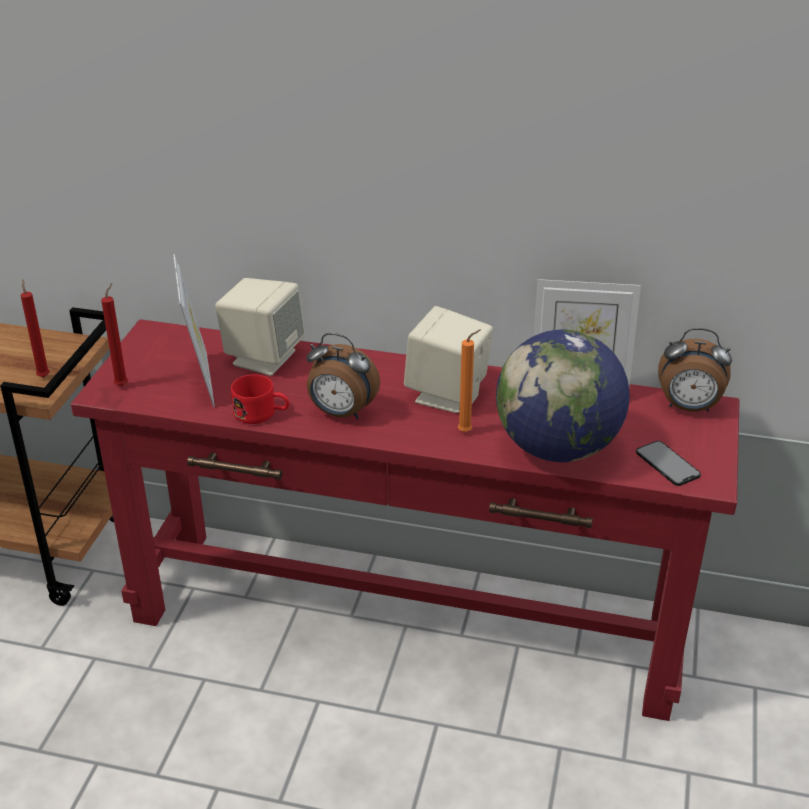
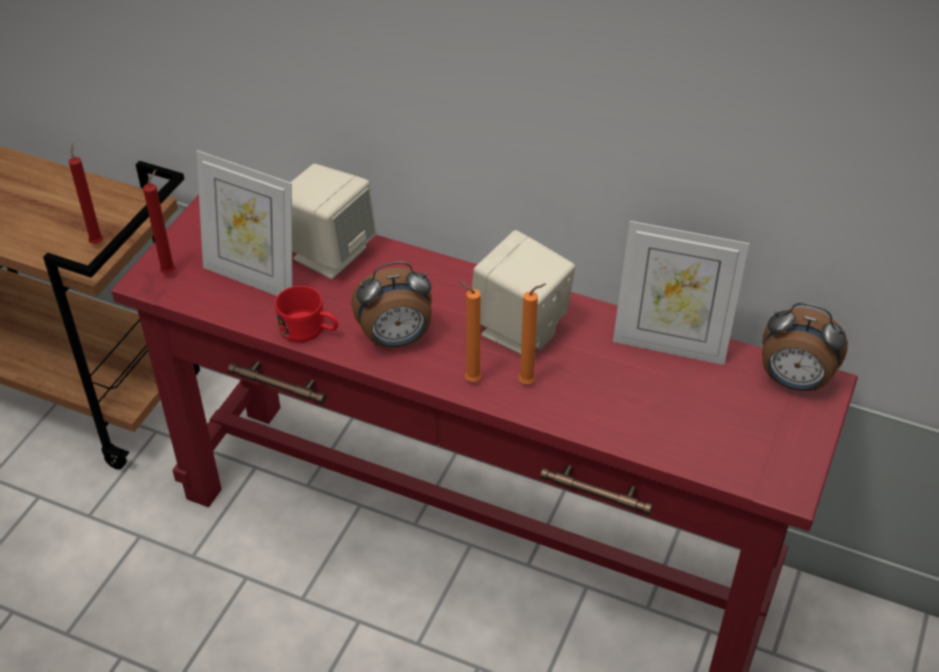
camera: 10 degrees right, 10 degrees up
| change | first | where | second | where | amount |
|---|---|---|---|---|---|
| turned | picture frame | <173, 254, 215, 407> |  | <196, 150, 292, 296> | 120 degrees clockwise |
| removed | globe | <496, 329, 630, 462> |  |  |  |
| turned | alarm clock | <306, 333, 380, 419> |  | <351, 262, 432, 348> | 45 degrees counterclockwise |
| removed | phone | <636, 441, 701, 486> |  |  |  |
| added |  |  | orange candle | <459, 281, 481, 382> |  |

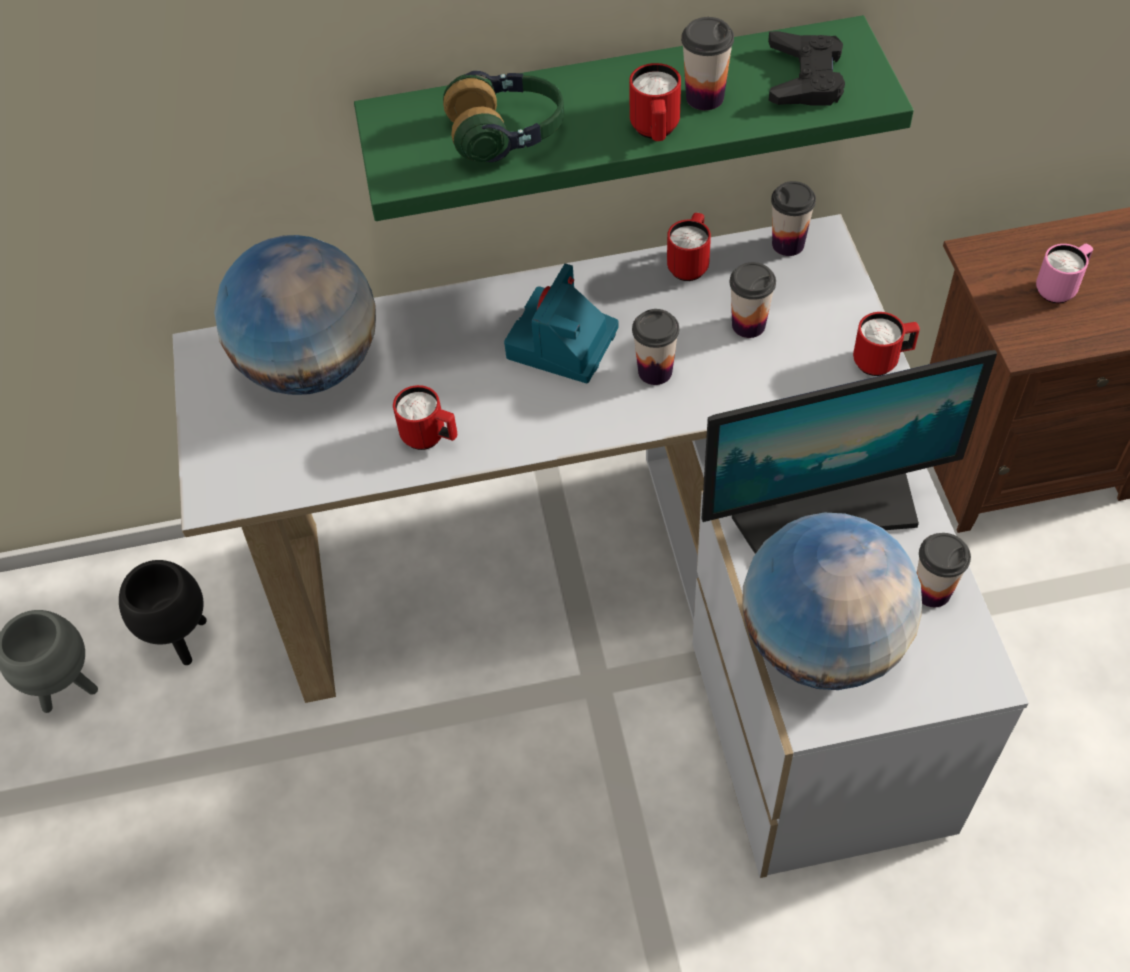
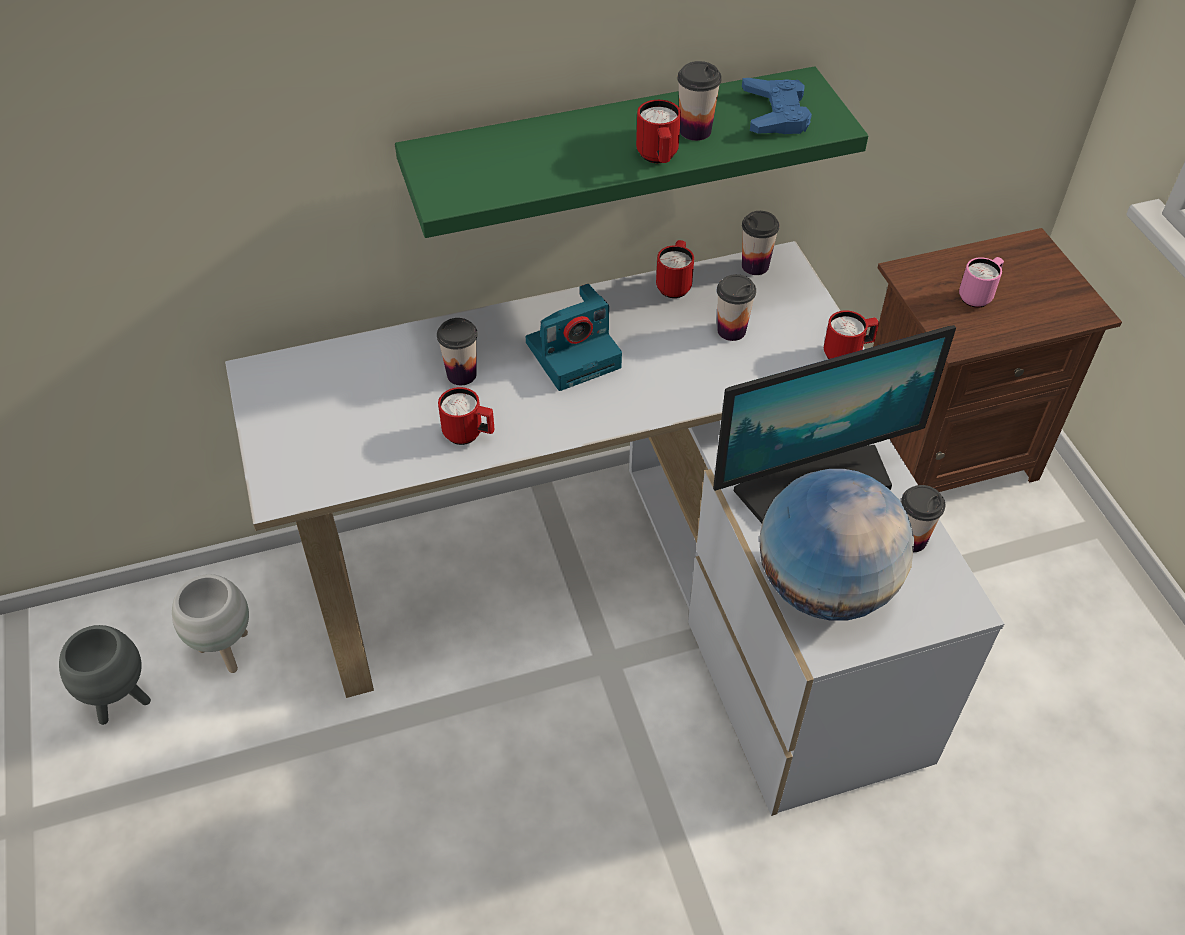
camera: 10 degrees left, 5 degrees down
| change | first | where | second | where | amount |
|---|---|---|---|---|---|
| recoloured | black game controller | <768, 31, 845, 106> | blue game controller | <742, 78, 812, 134> |  |
| removed | headphones | <443, 71, 564, 162> |  |  |  |
| removed | globe | <214, 235, 376, 395> |  |  |  |
| turned | photo camera | <504, 264, 619, 383> |  | <526, 284, 622, 391> | 135 degrees counterclockwise |
| moved | cup | <632, 309, 679, 385> |  | <437, 318, 478, 385> |  |
| recoloured | black planter | <119, 560, 207, 665> | white planter | <172, 574, 249, 673> |  |

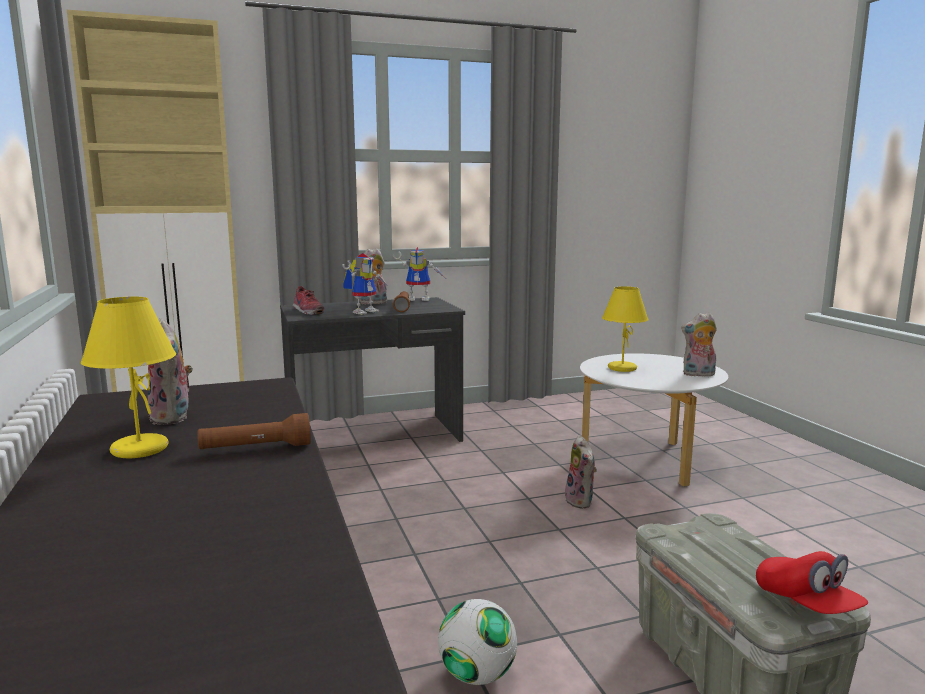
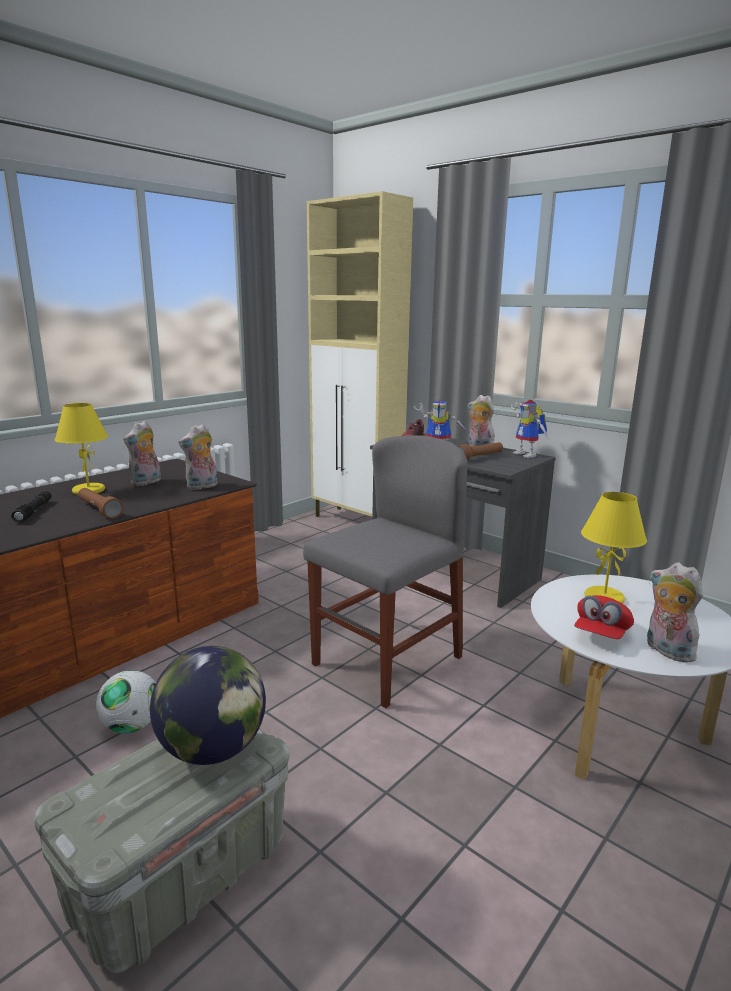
camera: 60 degrees right, 5 degrees up
| change | first | where | second | where | amount |
|---|---|---|---|---|---|
| moved | plush toy | <565, 435, 597, 509> |  | <179, 424, 217, 490> |  |
| moved | red cap | <756, 551, 868, 614> |  | <575, 595, 634, 639> |  |
| added |  |  | grey chair | <303, 435, 468, 708> |  |
| added |  |  | black flashlight | <11, 491, 52, 523> |  |
| added |  |  | globe | <150, 646, 266, 765> |  |

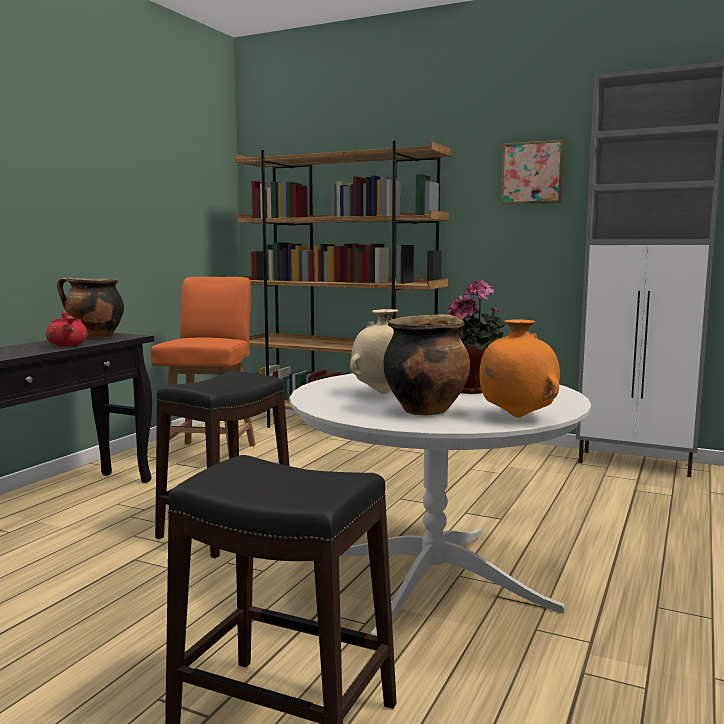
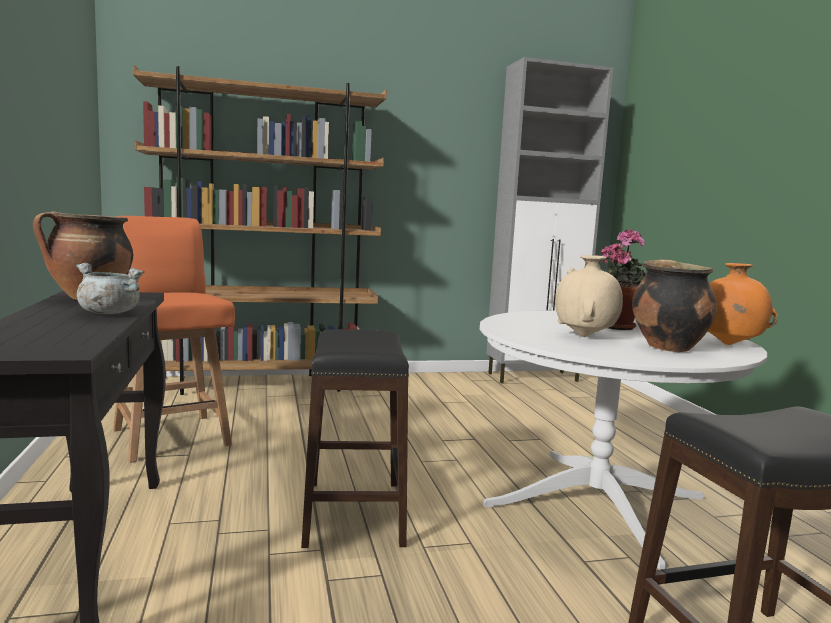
camera: 40 degrees left, 0 degrees up
| change | first | where | second | where | amount |
|---|---|---|---|---|---|
| removed | picture | <501, 140, 564, 204> |  |  |  |
| recoloured | red cooking pot | <46, 312, 87, 347> | grey cooking pot | <76, 263, 145, 314> |  |

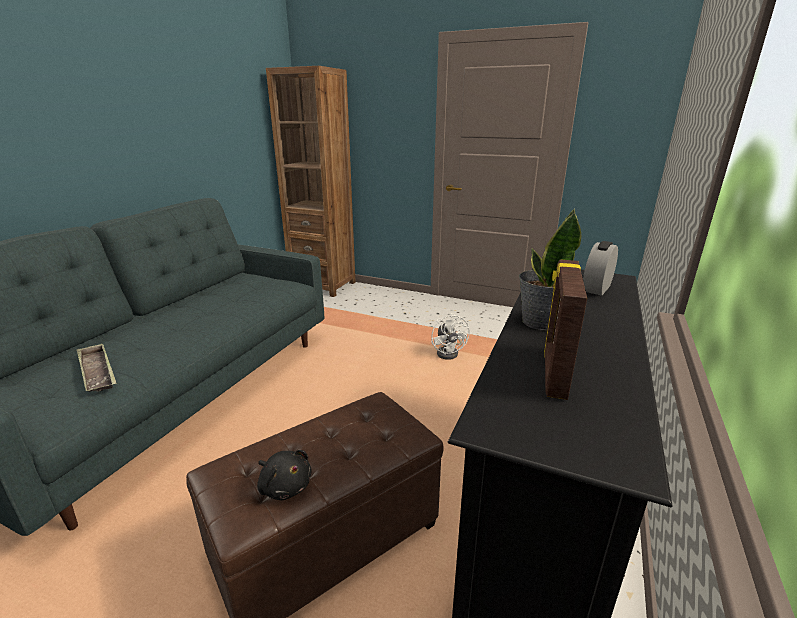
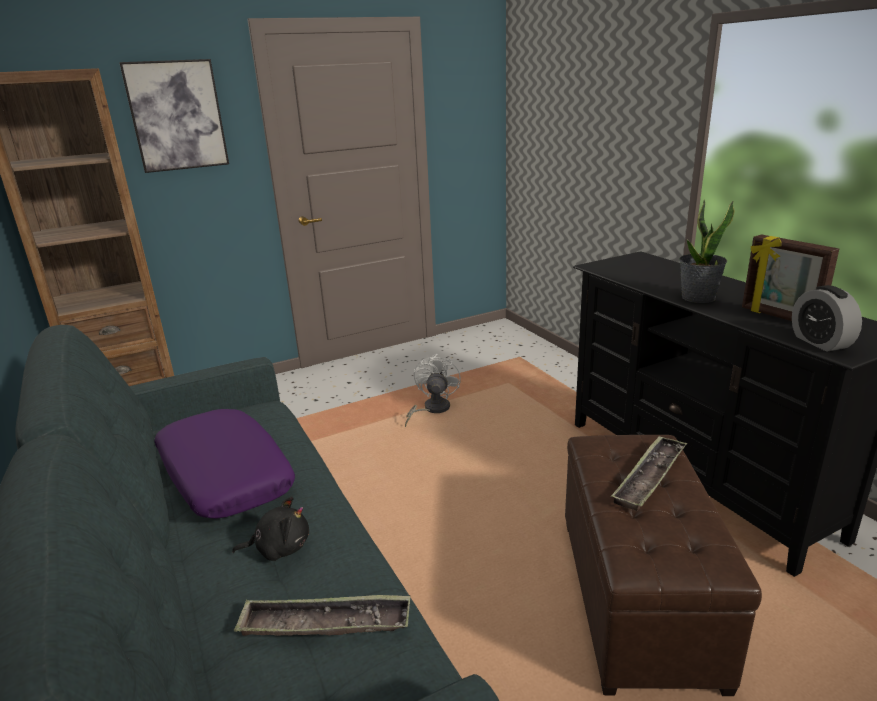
camera: 50 degrees left, 0 degrees up
| change | first | where | second | where | amount |
|---|---|---|---|---|---|
| moved | alarm clock | <583, 241, 618, 296> |  | <792, 285, 862, 352> |  |
| turned | white fan | <431, 313, 470, 360> |  | <405, 354, 461, 427> | 105 degrees counterclockwise |
| moved | black plush toy | <257, 450, 312, 500> |  | <232, 496, 309, 561> |  |
| added |  |  | picture | <119, 59, 229, 173> |  |
| added |  |  | purple pillow | <155, 409, 295, 519> |  |
| added |  |  | tray | <611, 436, 687, 511> |  |

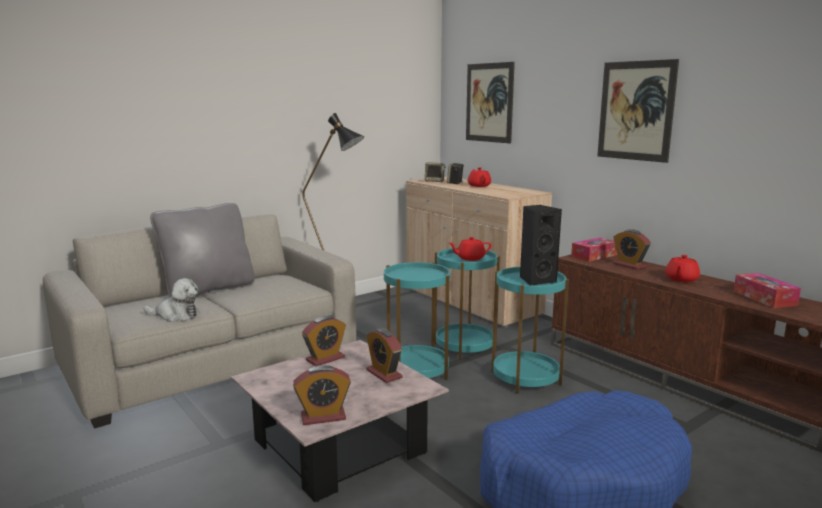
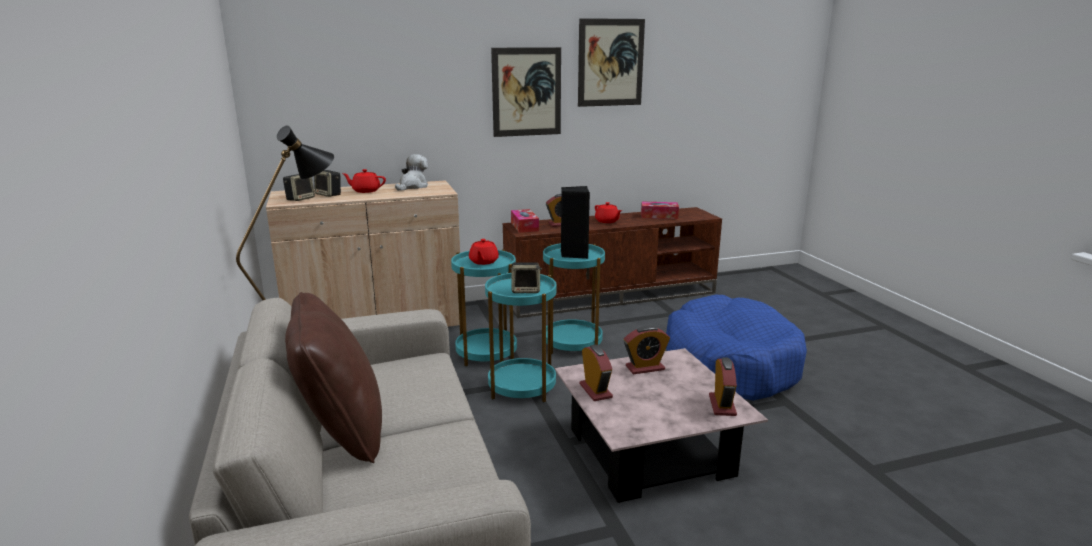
camera: 70 degrees left, 5 degrees up
| change | first | where | second | where | amount |
|---|---|---|---|---|---|
| moved | picture | <466, 62, 515, 143> |  | <578, 18, 645, 107> |  |
| recoloured | grey pillow | <150, 203, 255, 298> | brown pillow | <285, 292, 382, 463> |  |
| moved | plush toy | <143, 278, 200, 322> |  | <395, 154, 428, 191> |  |
| added |  |  | speaker | <510, 262, 542, 293> |  |

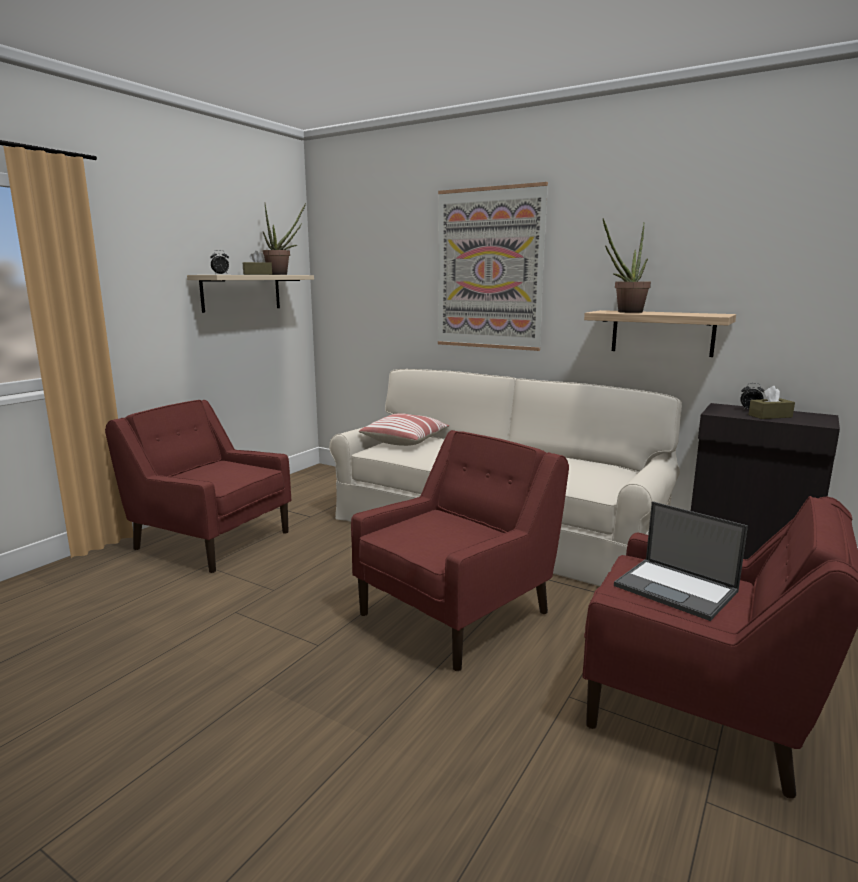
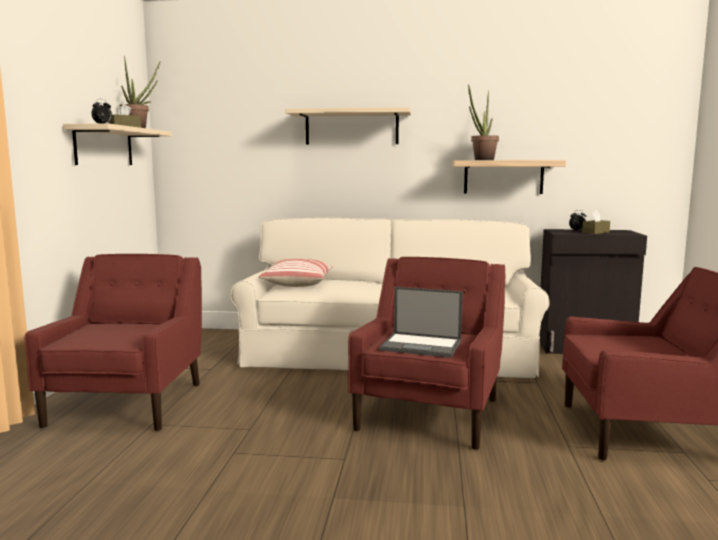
camera: 25 degrees left, 5 degrees down
| change | first | where | second | where | amount |
|---|---|---|---|---|---|
| replaced | picture | <438, 182, 548, 351> | beige shelf | <285, 107, 411, 145> |  |
| turned | red armchair | <105, 400, 292, 573> |  | <25, 254, 202, 431> | 90 degrees clockwise |
| moved | laptop | <614, 501, 748, 621> |  | <379, 287, 463, 358> |  |

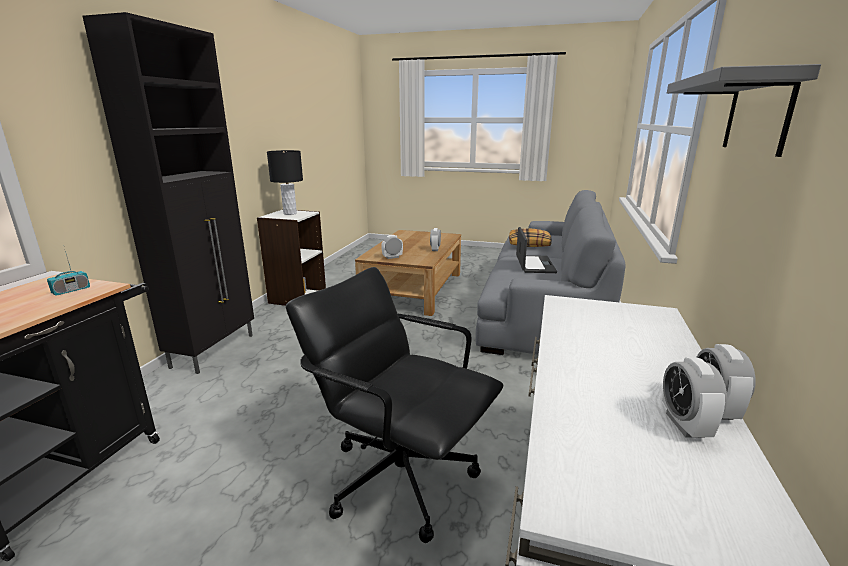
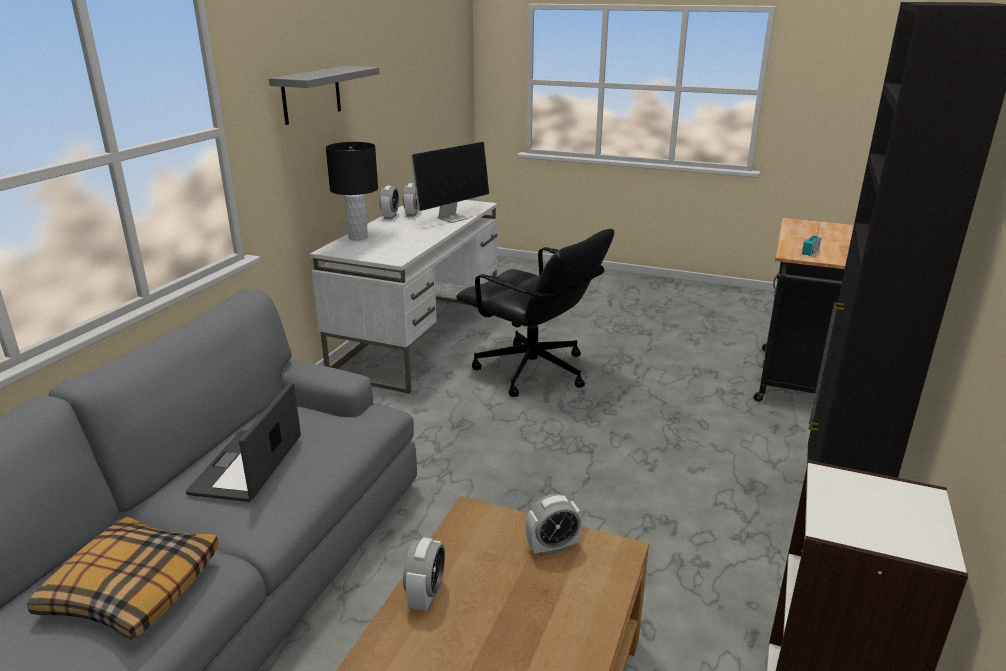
camera: 175 degrees left, 5 degrees up
| change | first | where | second | where | amount |
|---|---|---|---|---|---|
| moved | black table lamp | <267, 150, 303, 215> |  | <326, 142, 378, 240> |  |
| added |  |  | monitor | <411, 142, 489, 223> |  |

